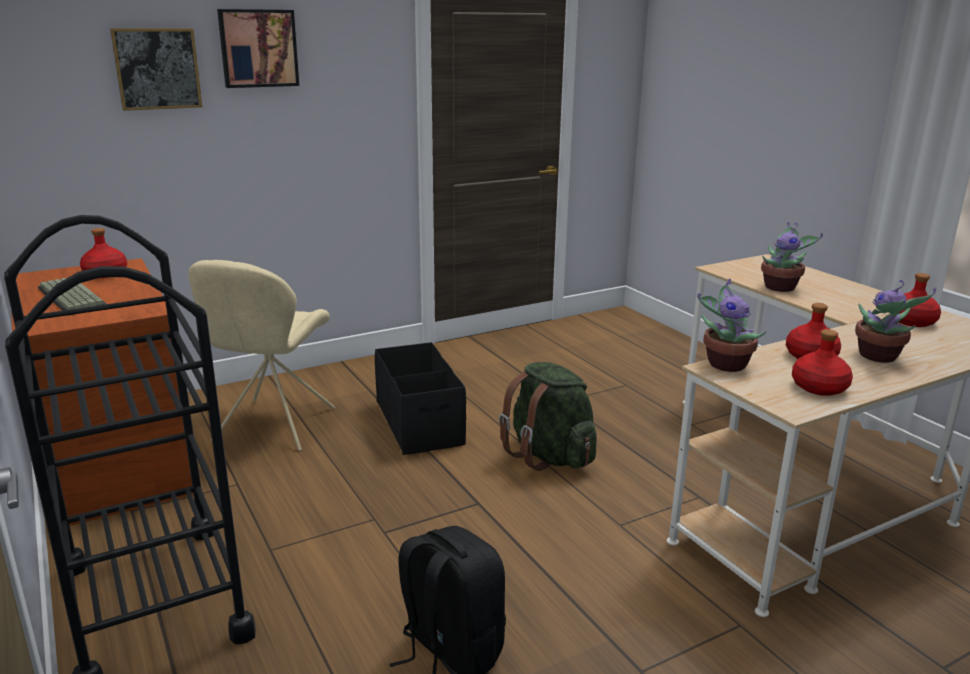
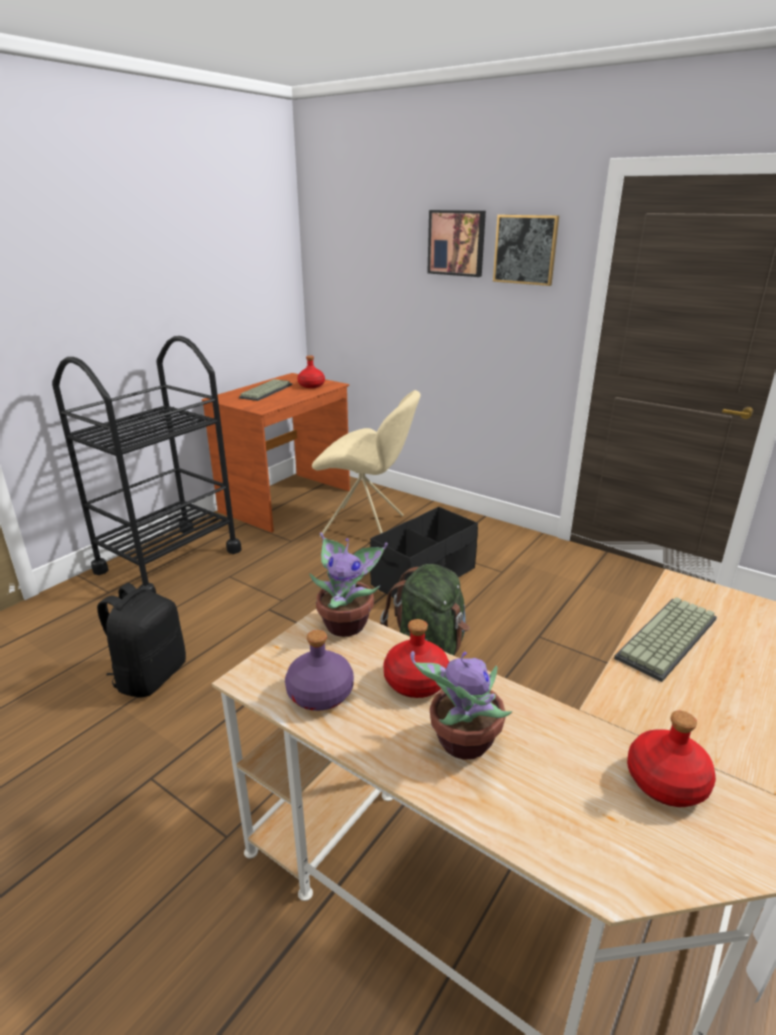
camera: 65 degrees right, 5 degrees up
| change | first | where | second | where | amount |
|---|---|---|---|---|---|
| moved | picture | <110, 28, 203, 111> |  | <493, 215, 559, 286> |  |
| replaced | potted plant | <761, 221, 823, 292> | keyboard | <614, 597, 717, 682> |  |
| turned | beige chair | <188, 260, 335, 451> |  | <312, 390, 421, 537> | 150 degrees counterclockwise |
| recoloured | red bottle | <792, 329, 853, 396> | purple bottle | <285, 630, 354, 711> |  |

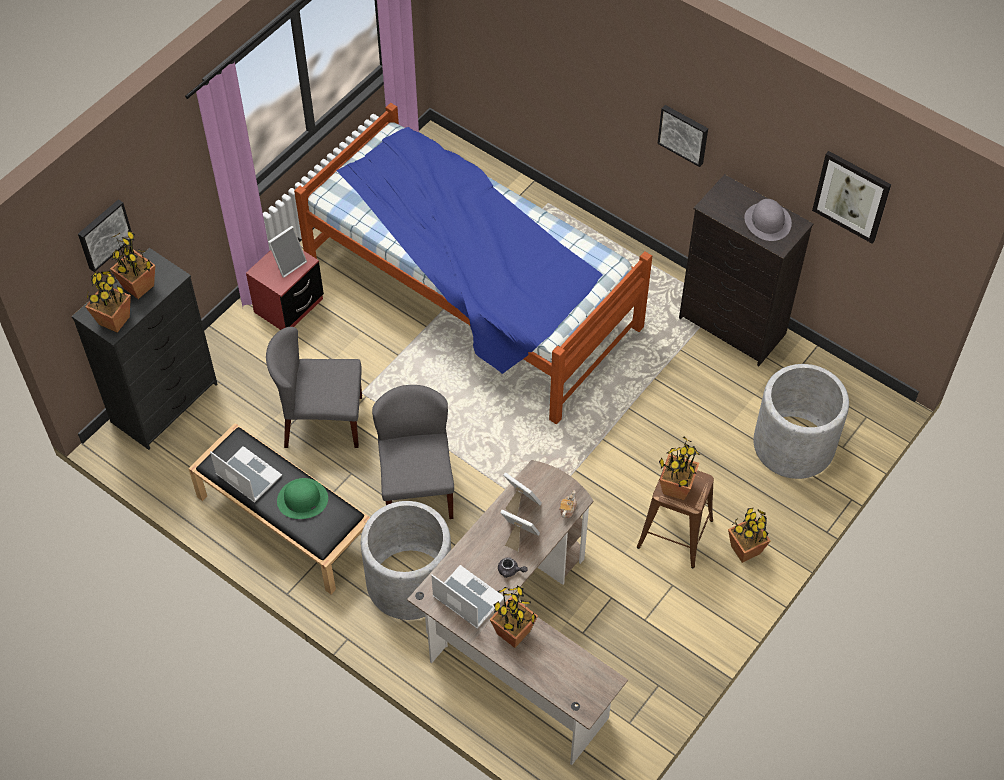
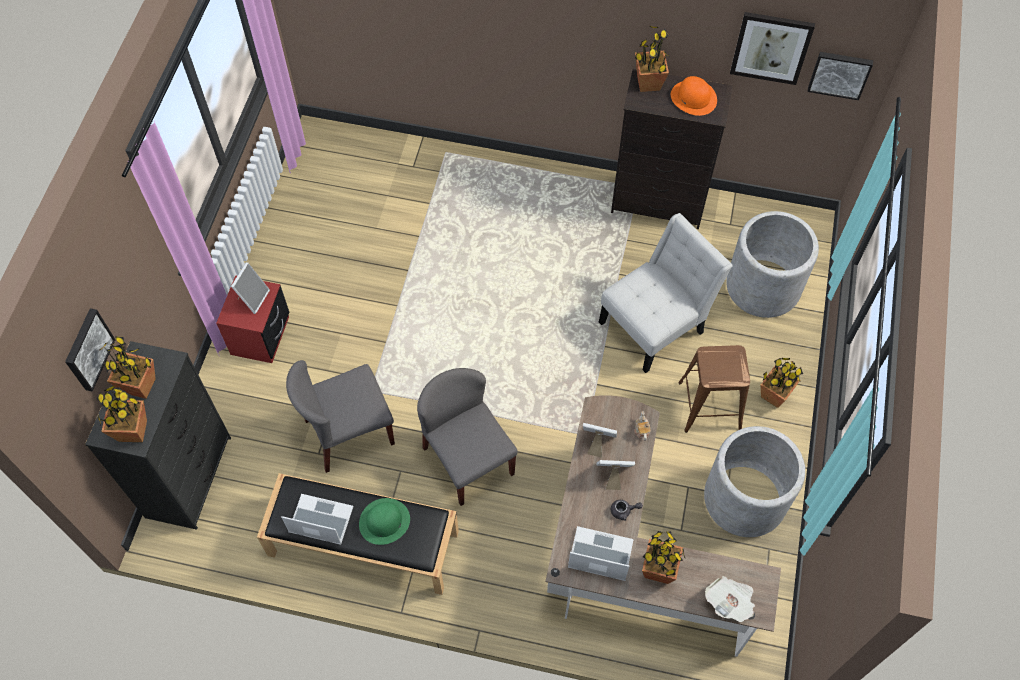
camera: 25 degrees left, 5 degrees up
| change | first | where | second | where | amount |
|---|---|---|---|---|---|
| removed | bed | <294, 103, 652, 424> |  |  |  |
| moved | picture | <658, 105, 708, 167> |  | <808, 52, 873, 100> |  |
| recoloured | grey hat | <744, 199, 792, 241> | orange hat | <671, 76, 717, 116> |  |
| moved | potted plant | <659, 436, 700, 500> |  | <635, 26, 670, 92> |  |
| moved | grey planter | <361, 501, 451, 620> |  | <704, 426, 805, 537> |  |
| added |  |  | white chair | <599, 213, 733, 373> |  |
| added |  |  | newspaper | <705, 576, 755, 622> |  |

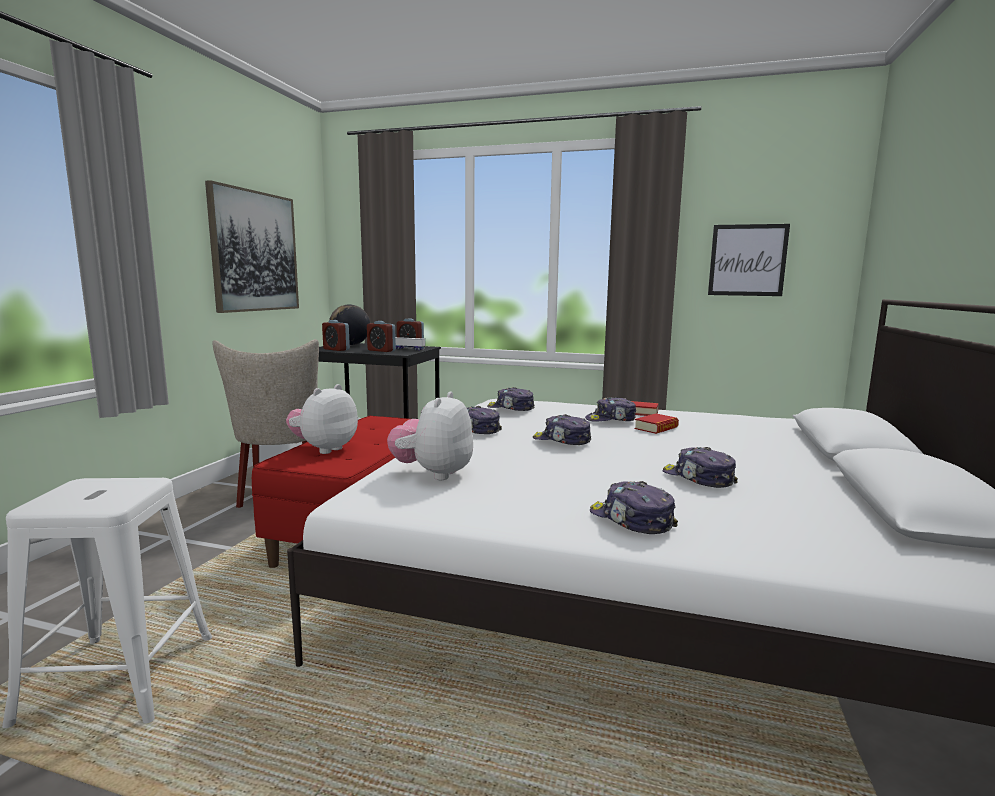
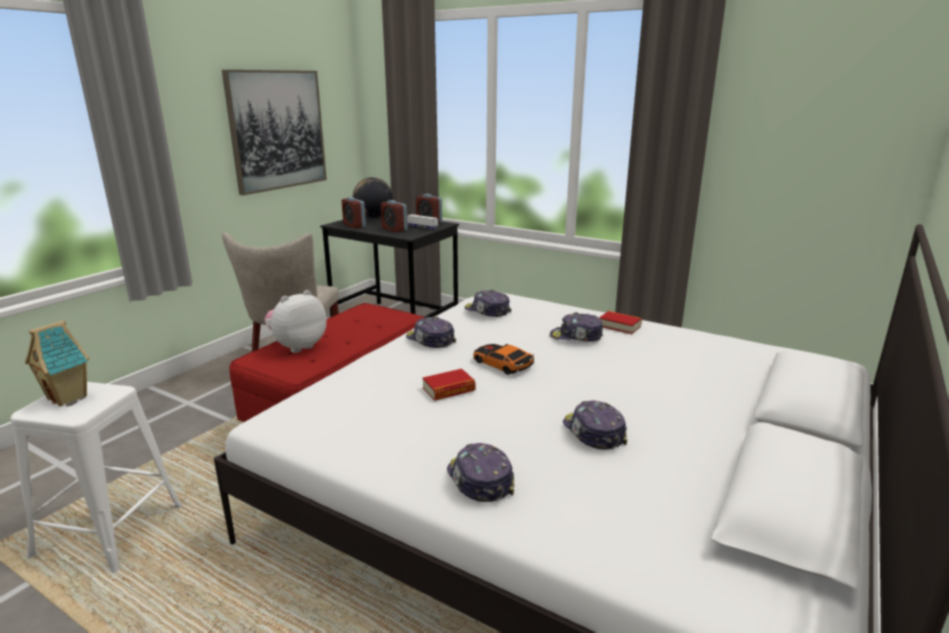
camera: 15 degrees right, 10 degrees up
| change | first | where | second | where | amount |
|---|---|---|---|---|---|
| removed | picture | <708, 224, 790, 296> |  |  |  |
| removed | plush toy | <387, 391, 473, 480> |  |  |  |
| replaced | cap | <533, 414, 591, 445> | toy car | <473, 344, 534, 375> |  |
| moved | book | <634, 414, 679, 434> |  | <422, 369, 476, 401> |  |
| added |  |  | toy house | <25, 320, 90, 406> |  |

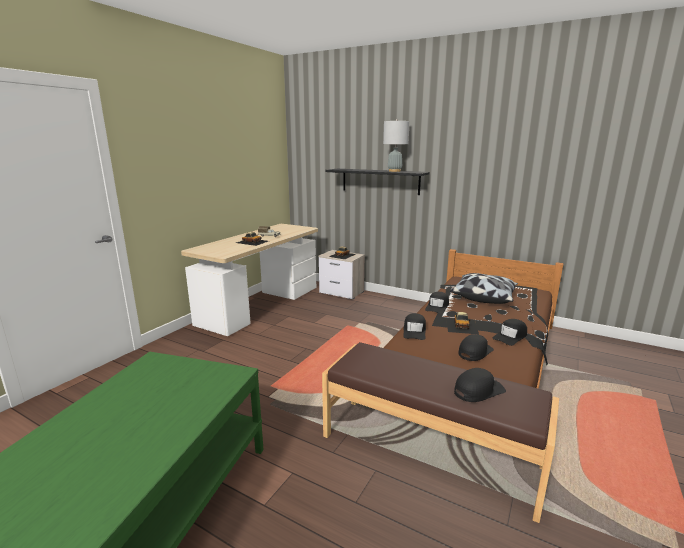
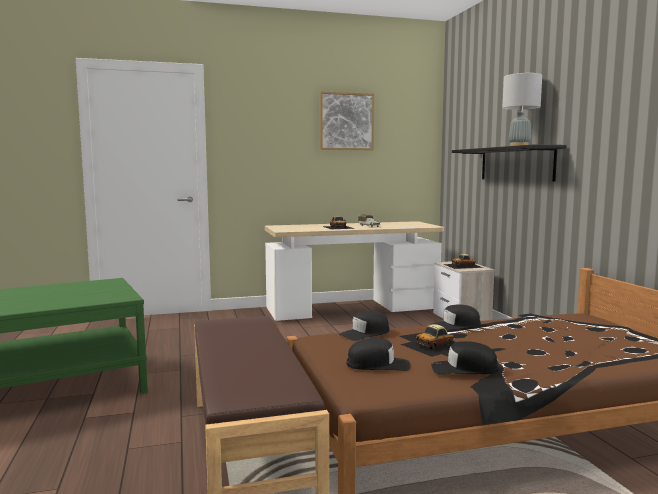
camera: 45 degrees right, 10 degrees down
| change | first | where | second | where | amount |
|---|---|---|---|---|---|
| removed | pillow | <450, 273, 518, 304> |  |  |  |
| removed | black cap | <454, 368, 506, 402> |  |  |  |
| added |  |  | picture | <319, 91, 374, 150> |  |

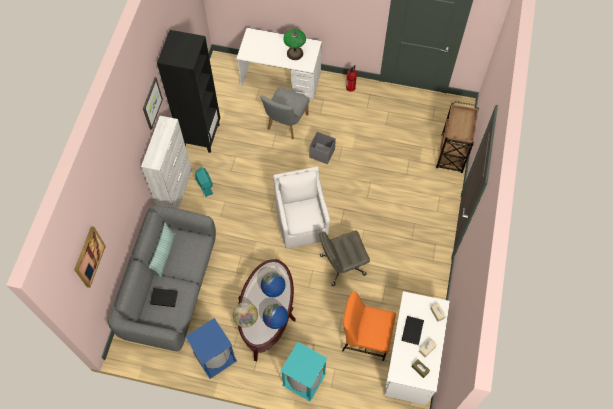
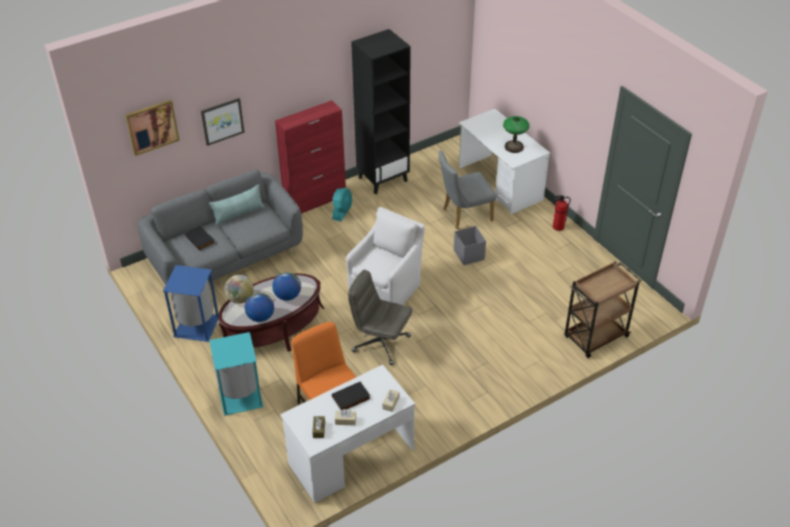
camera: 45 degrees right, 20 degrees down
| change | first | where | second | where | amount |
|---|---|---|---|---|---|
| moved | picture | <143, 77, 163, 130> |  | <201, 98, 245, 146> |  |
| recoloured | white cabinet | <141, 116, 192, 209> | red cabinet | <275, 100, 346, 214> |  |

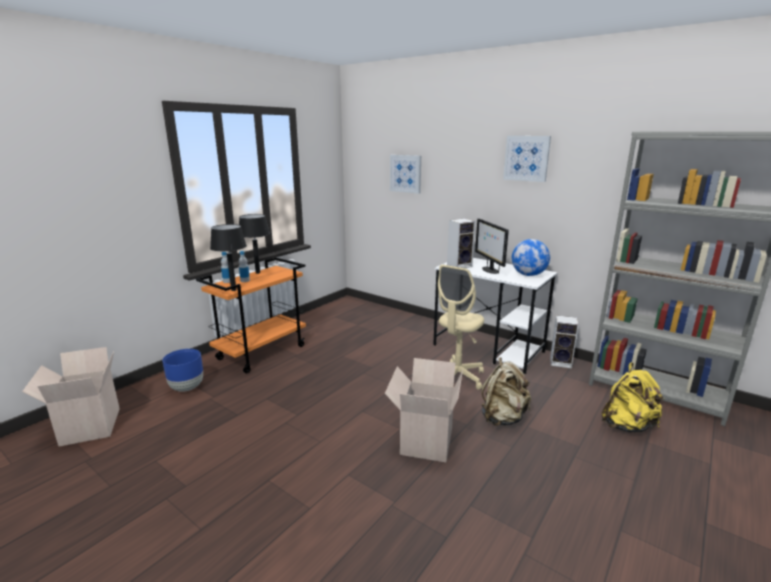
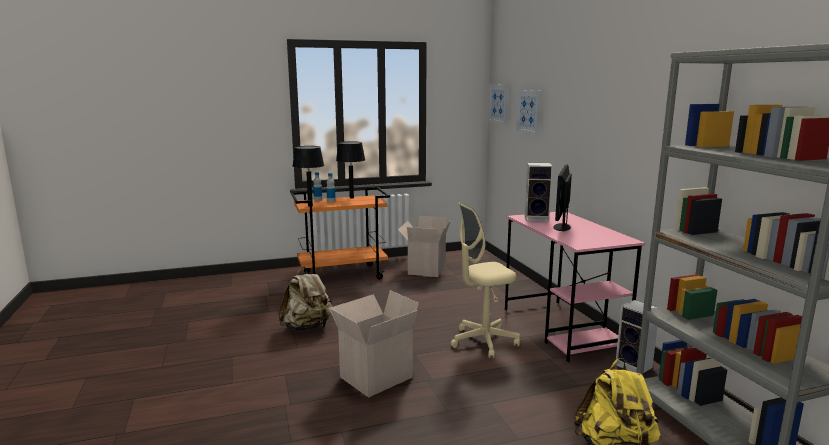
camera: 35 degrees right, 5 degrees down
| change | first | where | second | where | amount |
|---|---|---|---|---|---|
| moved | picture | <503, 136, 551, 182> |  | <488, 84, 509, 124> |  |
| removed | globe | <512, 239, 550, 276> |  |  |  |
| recoloured | white desk | <433, 258, 558, 374> | pink desk | <505, 212, 645, 362> |  |
| moved | cardboard box | <22, 347, 120, 447> |  | <398, 216, 451, 277> |  |
| removed | blue planter | <162, 349, 203, 392> |  |  |  |
| moved | beige backpack | <481, 357, 531, 426> |  | <278, 266, 332, 331> |  |

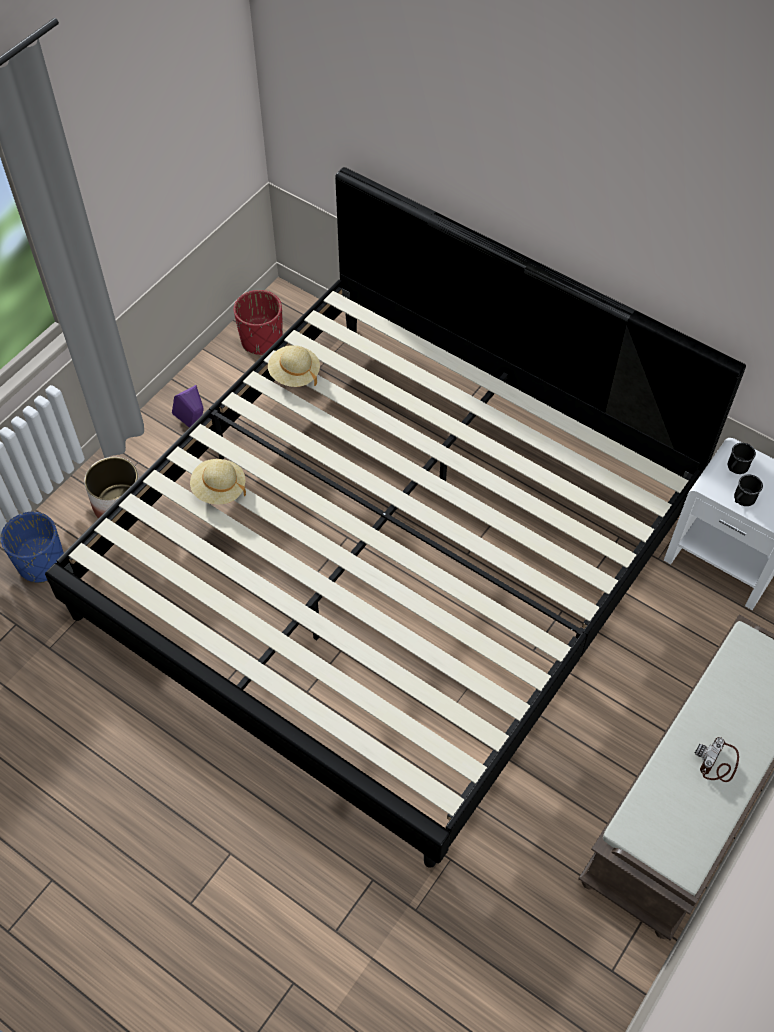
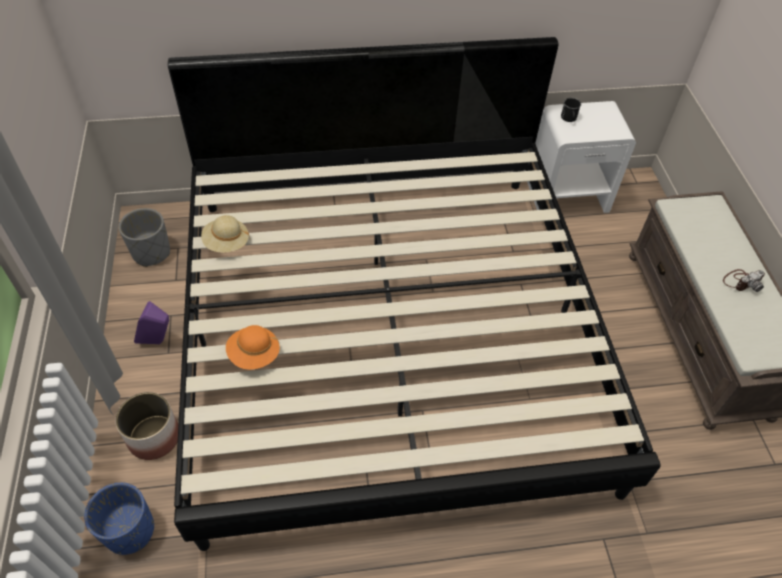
camera: 45 degrees left, 5 degrees down
| change | first | where | second | where | amount |
|---|---|---|---|---|---|
| recoloured | red planter | <234, 290, 283, 355> | grey planter | <119, 208, 170, 267> |  |
| recoloured | beige hat | <190, 459, 246, 504> | orange hat | <226, 325, 280, 370> |  |
| removed | black mug | <734, 474, 763, 506> |  |  |  |
| turned | photo camera | <695, 737, 739, 782> |  | <723, 269, 765, 292> | 105 degrees counterclockwise |

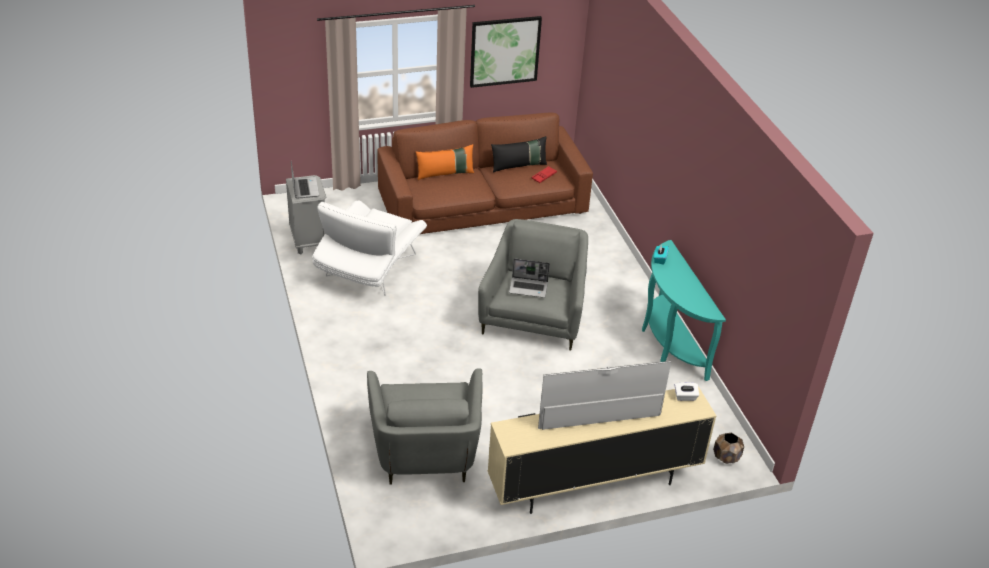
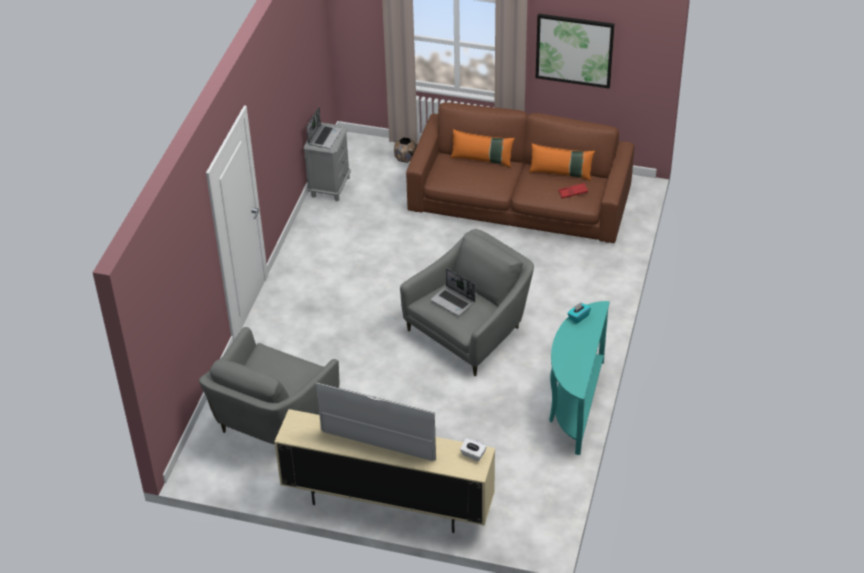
camera: 35 degrees right, 5 degrees up
| change | first | where | second | where | amount |
|---|---|---|---|---|---|
| recoloured | black pillow | <491, 136, 547, 173> | orange pillow | <529, 143, 595, 180> |  |
| removed | white armchair | <313, 201, 427, 296> |  |  |  |
| moved | brown planter | <713, 433, 744, 464> |  | <394, 137, 417, 163> |  |

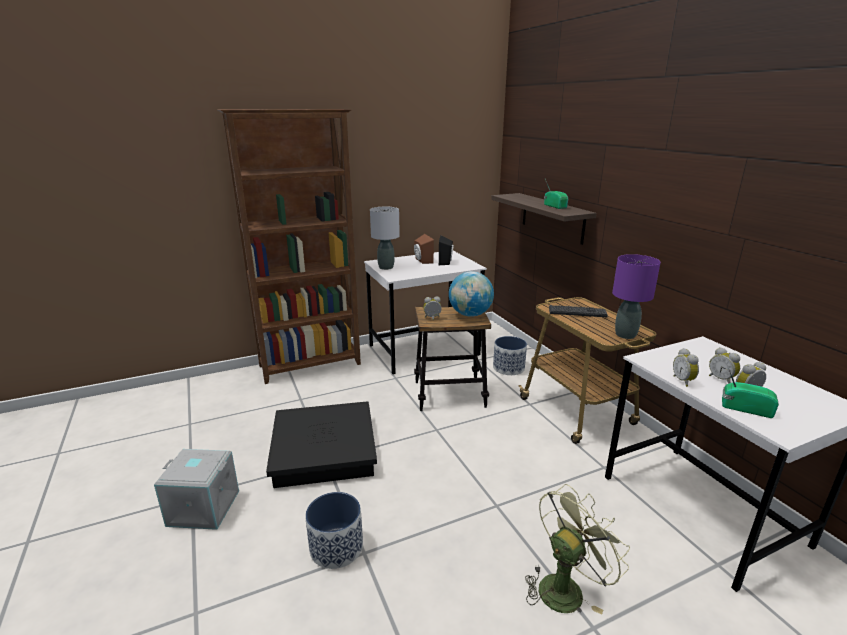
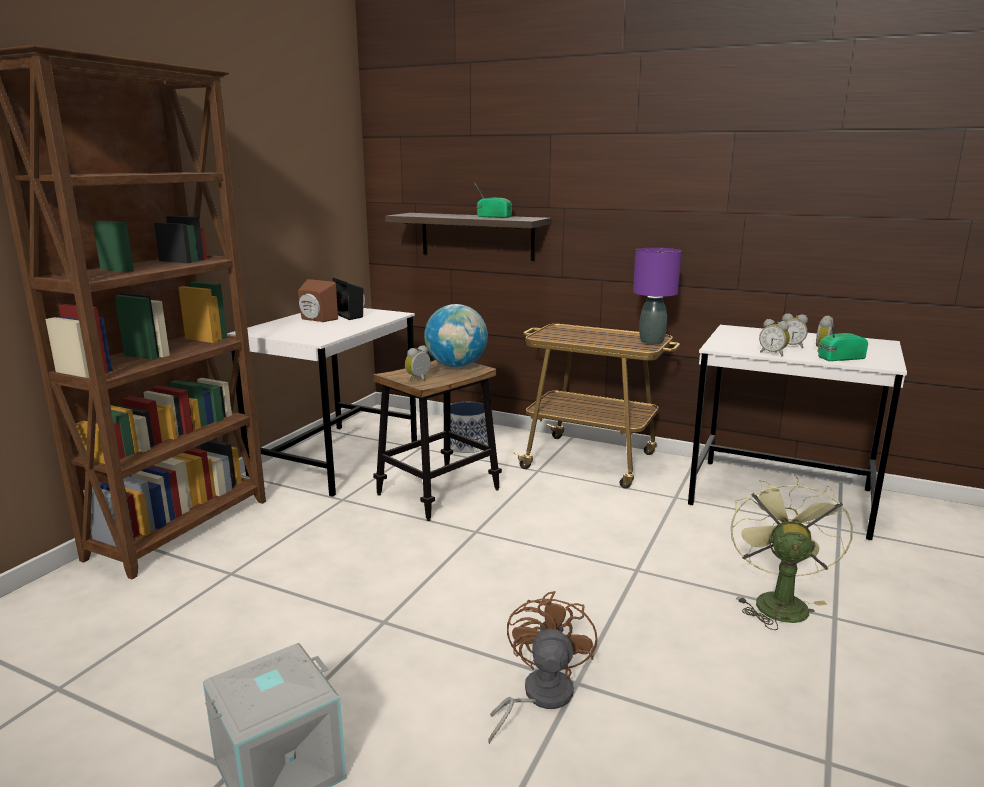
camera: 40 degrees left, 5 degrees down
| change | first | where | second | where | amount |
|---|---|---|---|---|---|
| removed | grey table lamp | <370, 207, 400, 270> |  |  |  |
| removed | keyboard | <549, 305, 608, 317> |  |  |  |
| removed | black storage box | <266, 401, 377, 488> |  |  |  |
| replaced | planter | <305, 492, 363, 569> | brown fan | <488, 591, 597, 744> |  |

